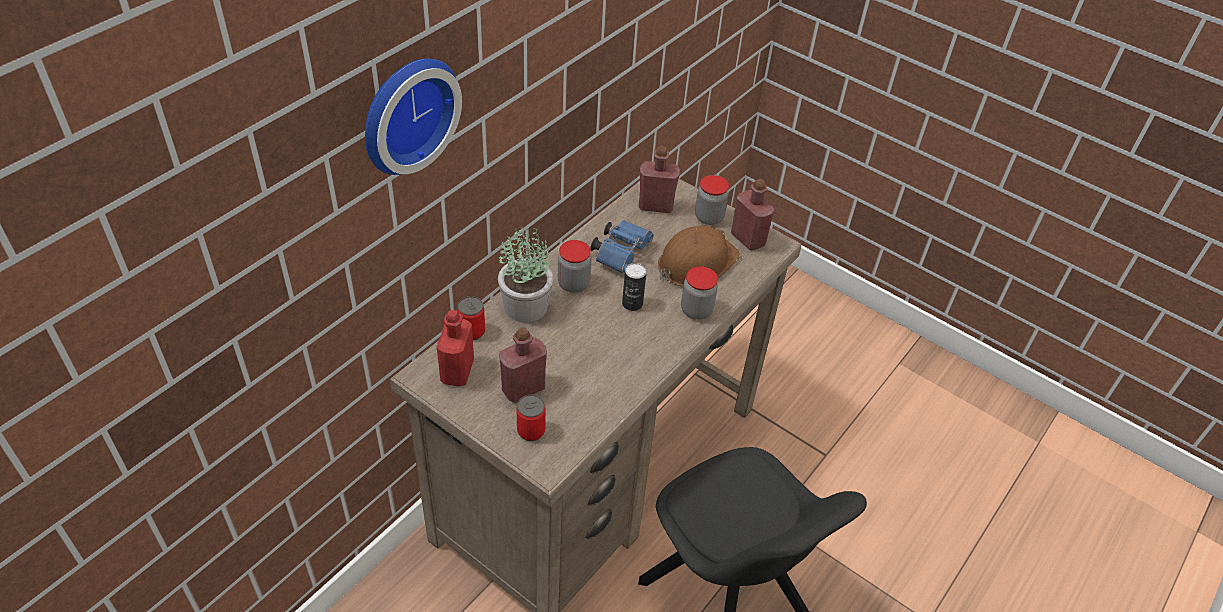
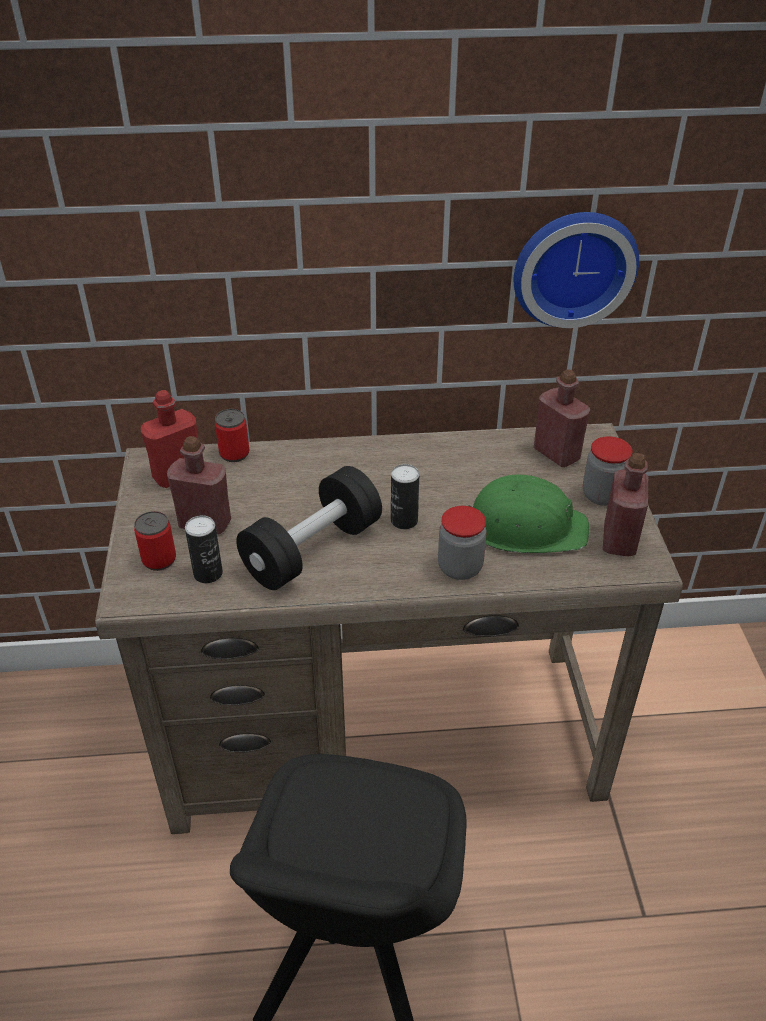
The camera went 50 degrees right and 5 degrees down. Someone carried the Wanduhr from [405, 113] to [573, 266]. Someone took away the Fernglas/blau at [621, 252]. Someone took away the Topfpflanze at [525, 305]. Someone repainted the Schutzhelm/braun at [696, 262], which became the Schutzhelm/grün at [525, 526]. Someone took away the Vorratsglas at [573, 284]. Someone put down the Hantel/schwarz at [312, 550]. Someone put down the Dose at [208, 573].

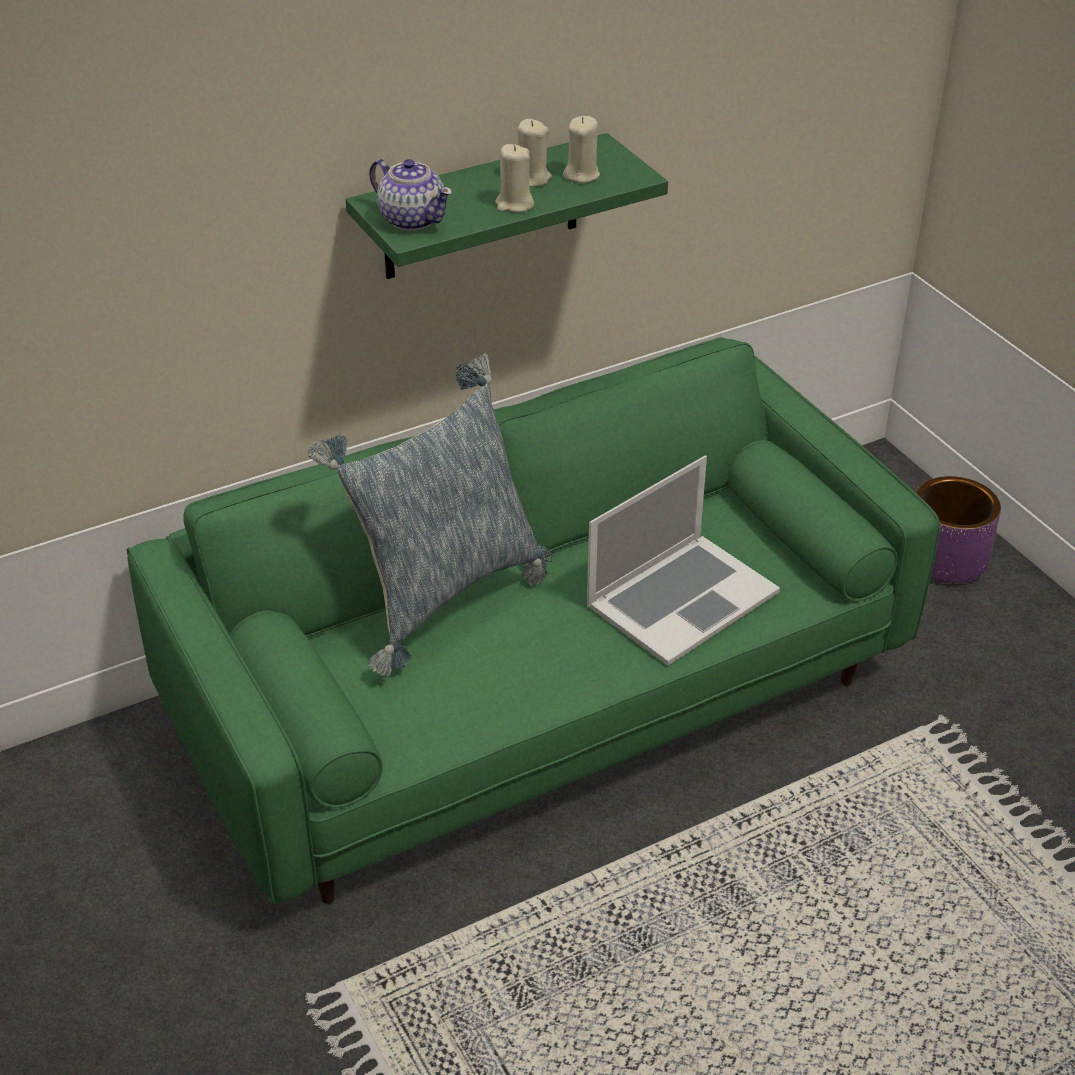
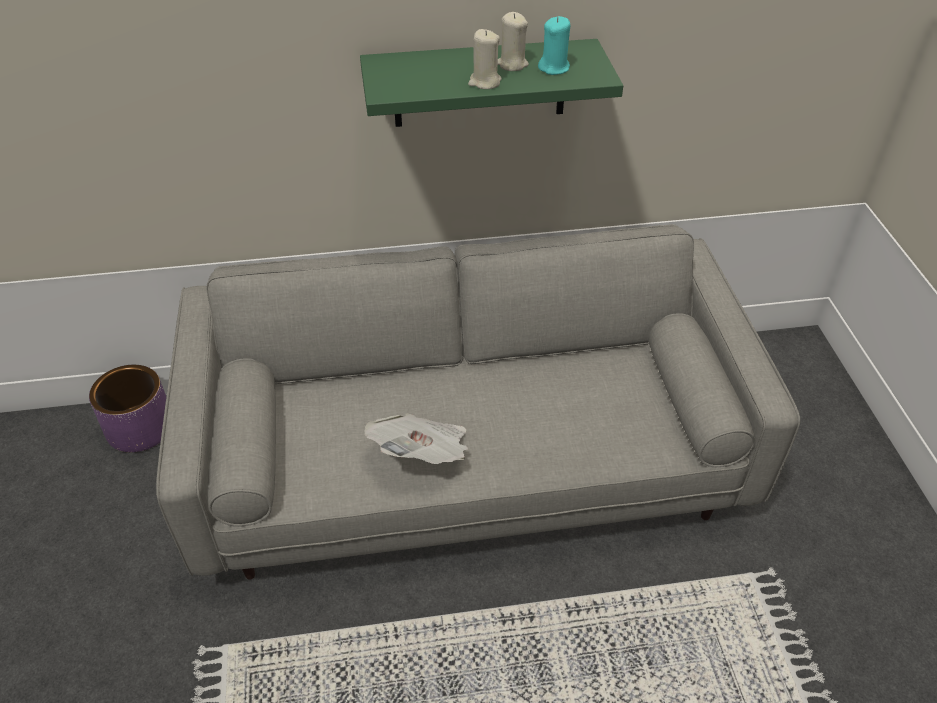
The camera went 20 degrees right and 5 degrees up. Someone repainted the Kerze/beige at [581, 175], which became the Kerze/türkis at [554, 68]. Someone took away the Teekanne at [412, 219]. Someone repainted the Sofa/grün at [538, 697], which became the Sofa/grau at [468, 462]. Someone took away the Kissen at [440, 606]. Someone took away the Laptop at [681, 598]. Someone carried the Pflanzkübel/lila from [945, 559] to [141, 428]. Someone put down the Zeitung at [423, 454].

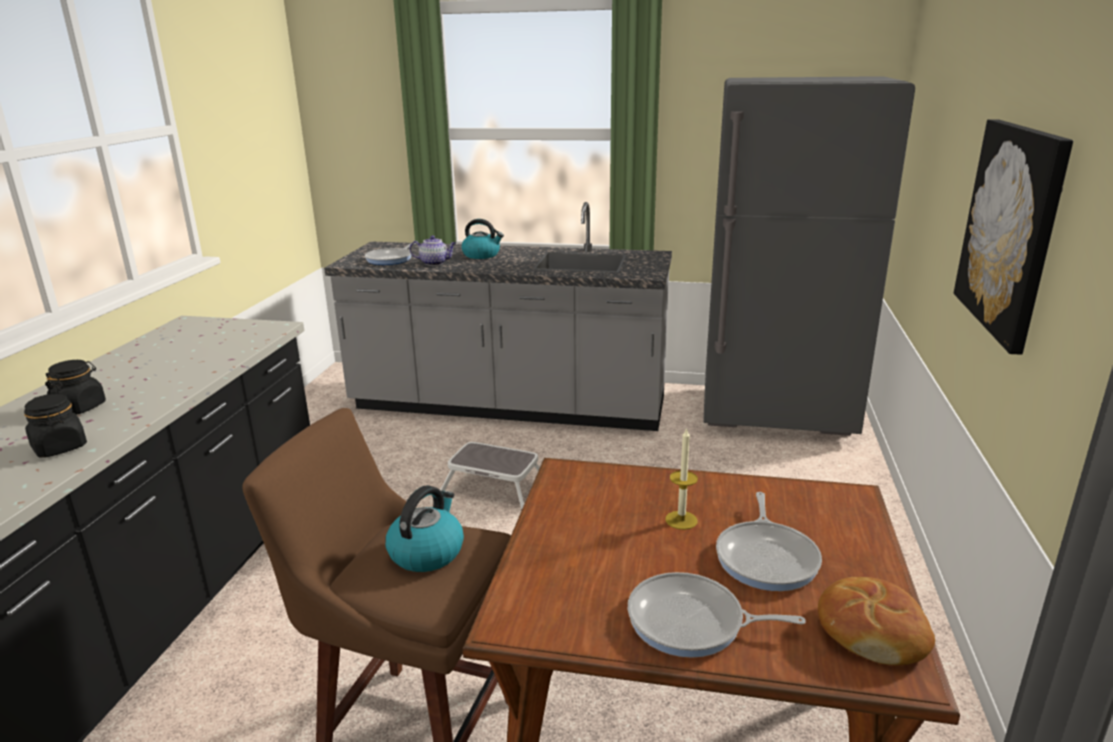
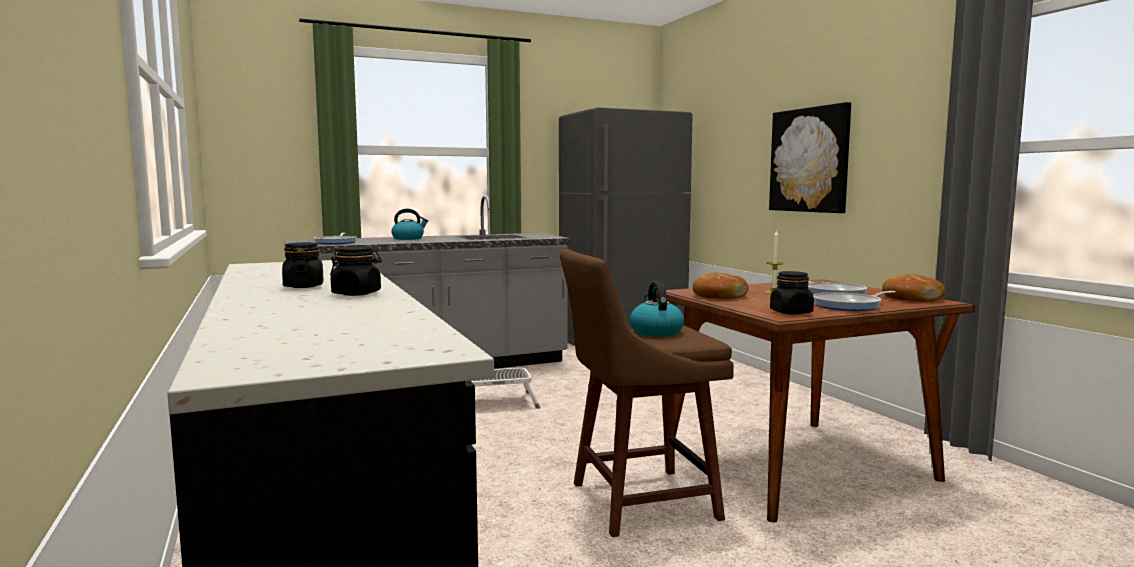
The camera went 35 degrees left and 15 degrees down. Someone took away the Teekanne at [435, 263]. Someone put down the Vorratsglas/schwarz at [791, 312]. Someone put down the Brot at [719, 296].

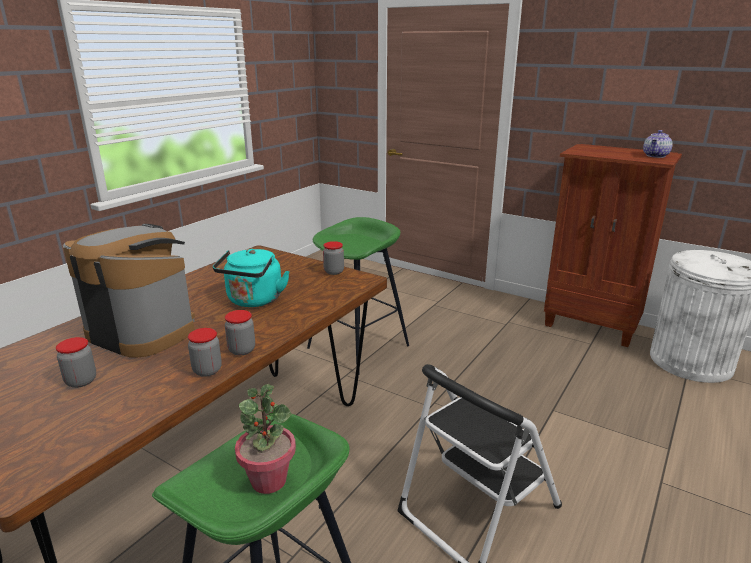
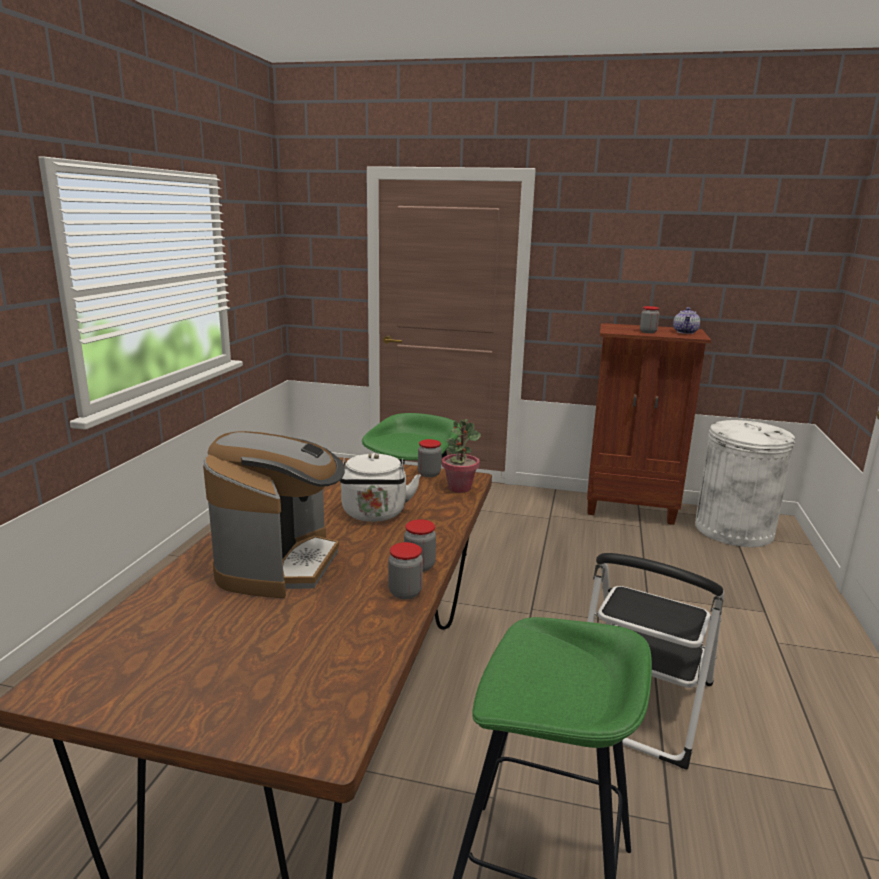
The camera went 20 degrees left and 5 degrees down. Someone rotated the Kaffeemaschine at [142, 331] by 90 degrees clockwise. Someone repainted the Wasserkessel/türkis at [254, 301], which became the Wasserkessel/weiß at [374, 514]. Someone carried the Vorratsglas from [81, 381] to [648, 332]. Someone carried the Topfpflanze from [269, 480] to [459, 488].

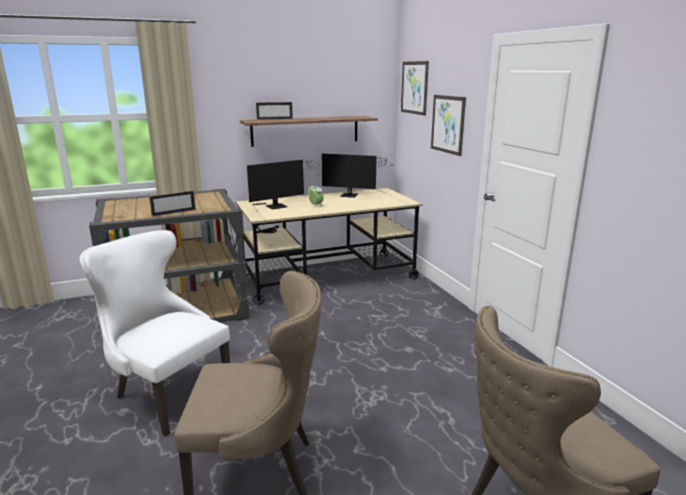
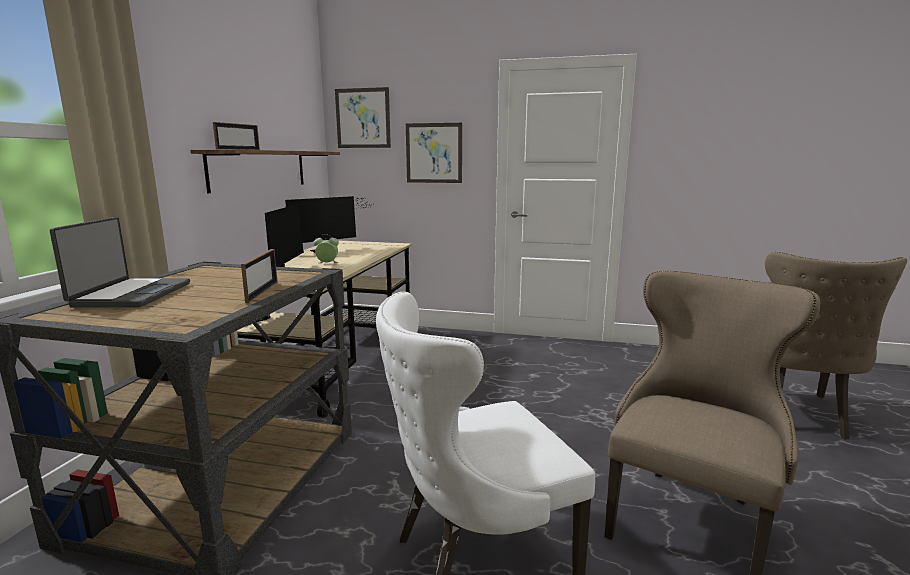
The camera went 55 degrees left and 5 degrees down. Someone put down the Laptop at [131, 294].

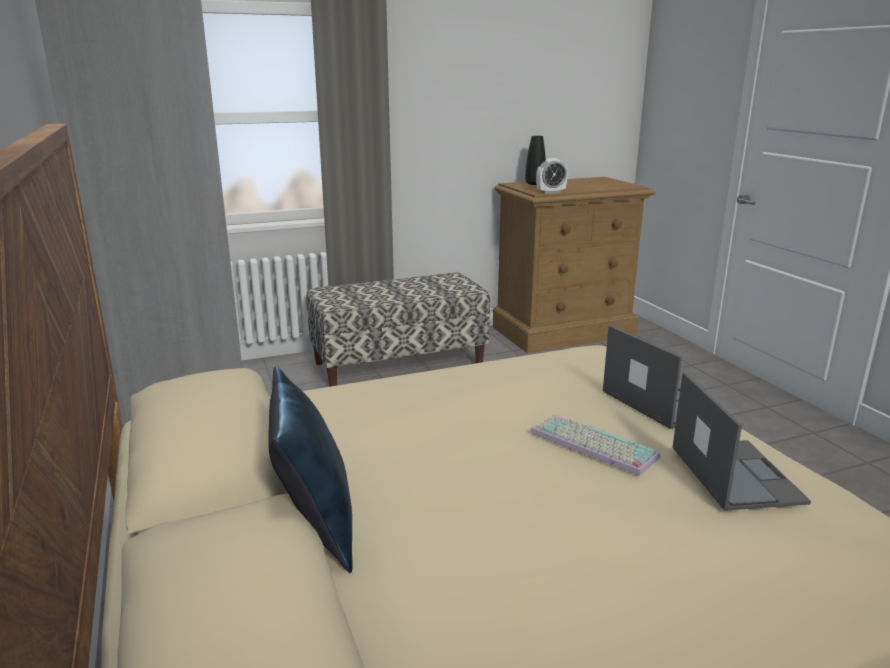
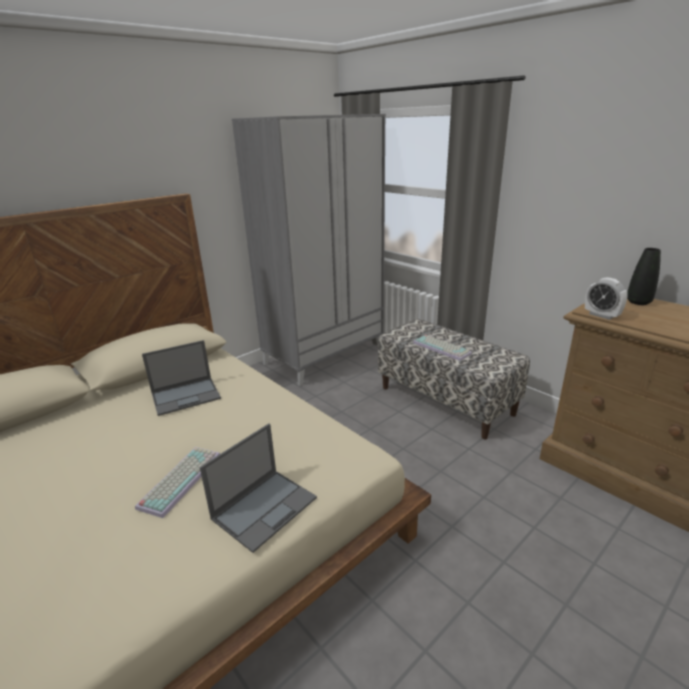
The camera went 70 degrees right and 5 degrees up. Someone took away the Kissen/blau at [315, 525]. Someone carried the Laptop from [734, 473] to [186, 396]. Someone put down the Tastatur at [443, 348].

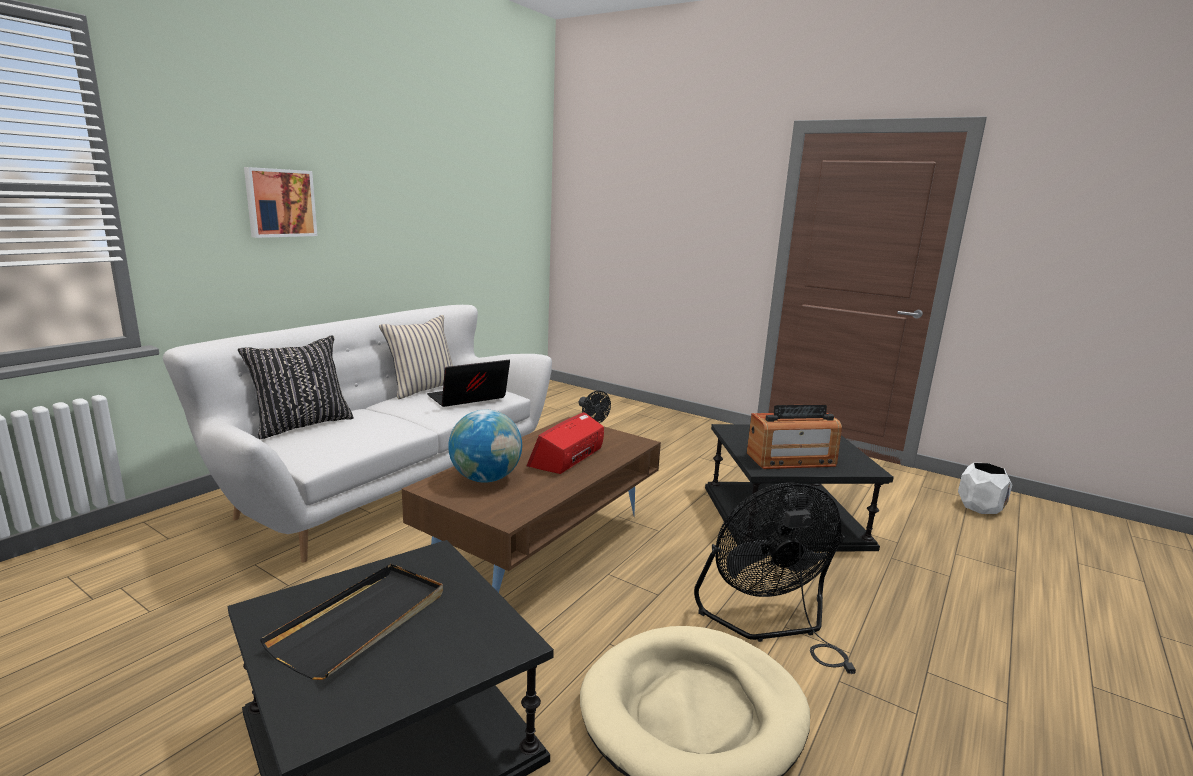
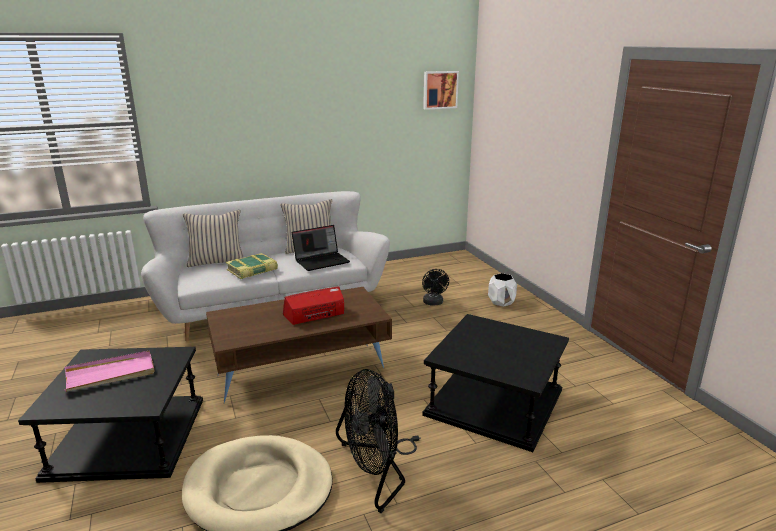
The camera went 35 degrees right and 5 degrees up. Someone carried the Bild from [280, 203] to [440, 90]. Someone repainted the Kissen/schwarz at [302, 425], which became the Kissen/beige at [216, 262]. Someone rotated the Laptop at [467, 399] by 150 degrees clockwise. Someone took away the Radio at [791, 460]. Someone took away the Globus at [486, 479]. Someone carried the Pflanzkübel/weiß from [980, 507] to [501, 302]. Someone rotated the Ventilator/schwarz at [779, 623] by 135 degrees counterclockwise. Someone repainted the Tablett/schwarz at [362, 622], which became the Tablett/rosa at [111, 374]. Someone put down the Buch at [252, 270].

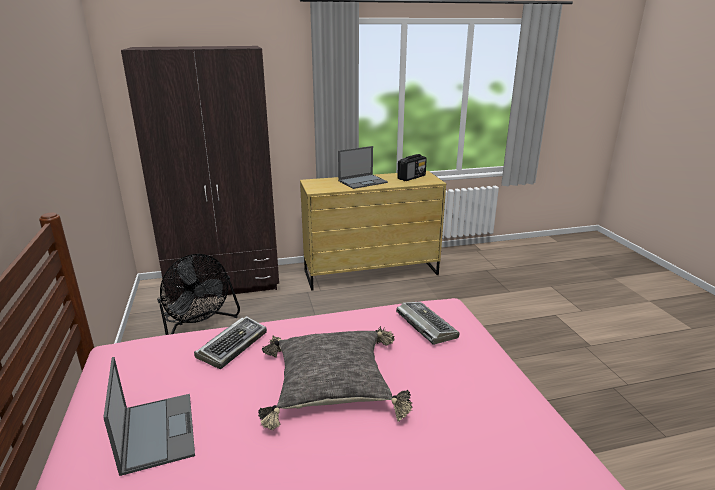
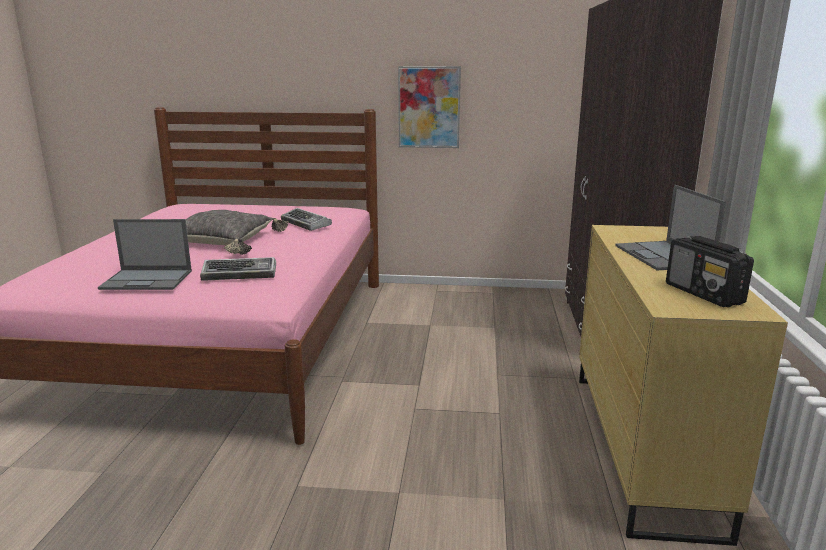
The camera went 110 degrees right and 5 degrees down. Someone took away the Ventilator/schwarz at [195, 324]. Someone carried the Laptop from [157, 431] to [148, 280]. Someone put up the Bild at [429, 107].

